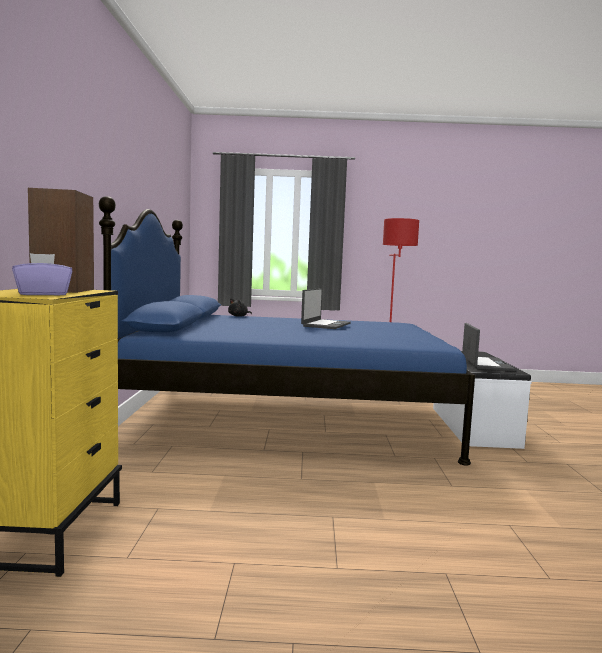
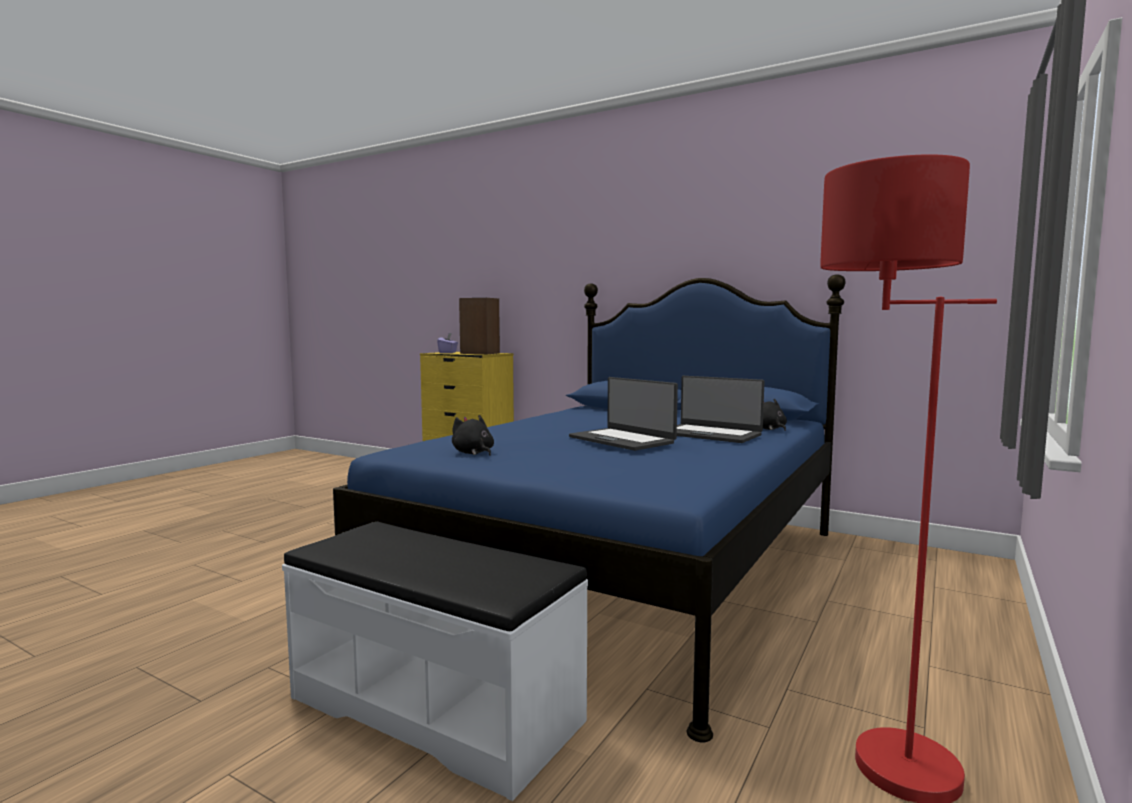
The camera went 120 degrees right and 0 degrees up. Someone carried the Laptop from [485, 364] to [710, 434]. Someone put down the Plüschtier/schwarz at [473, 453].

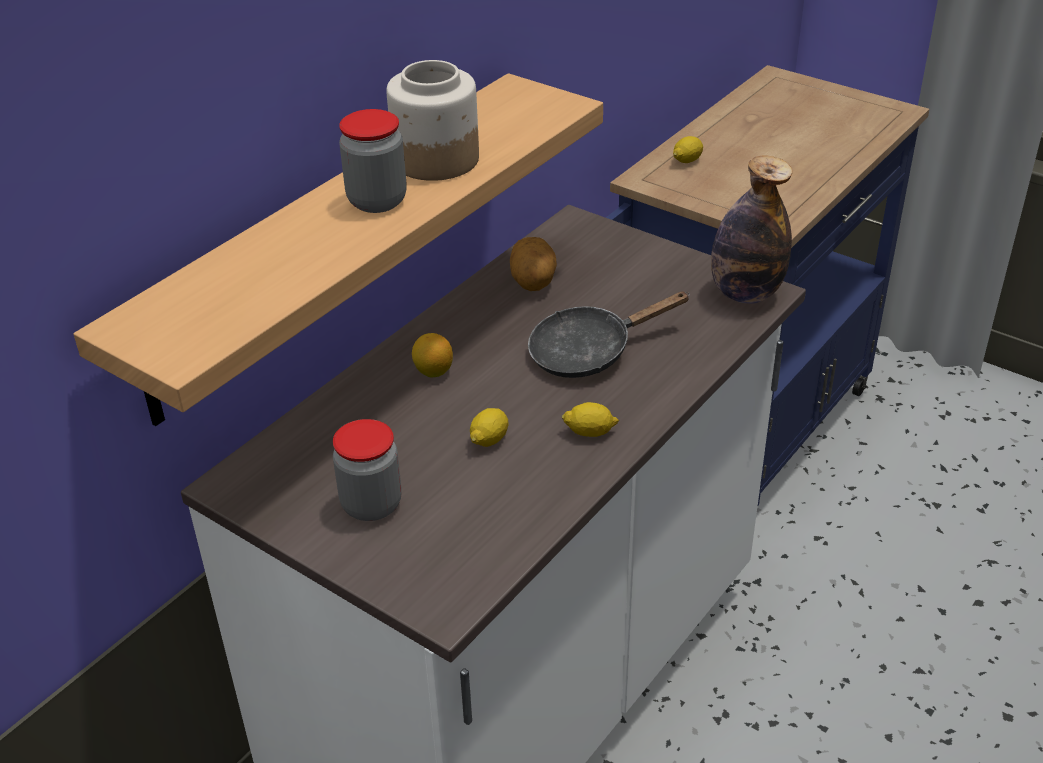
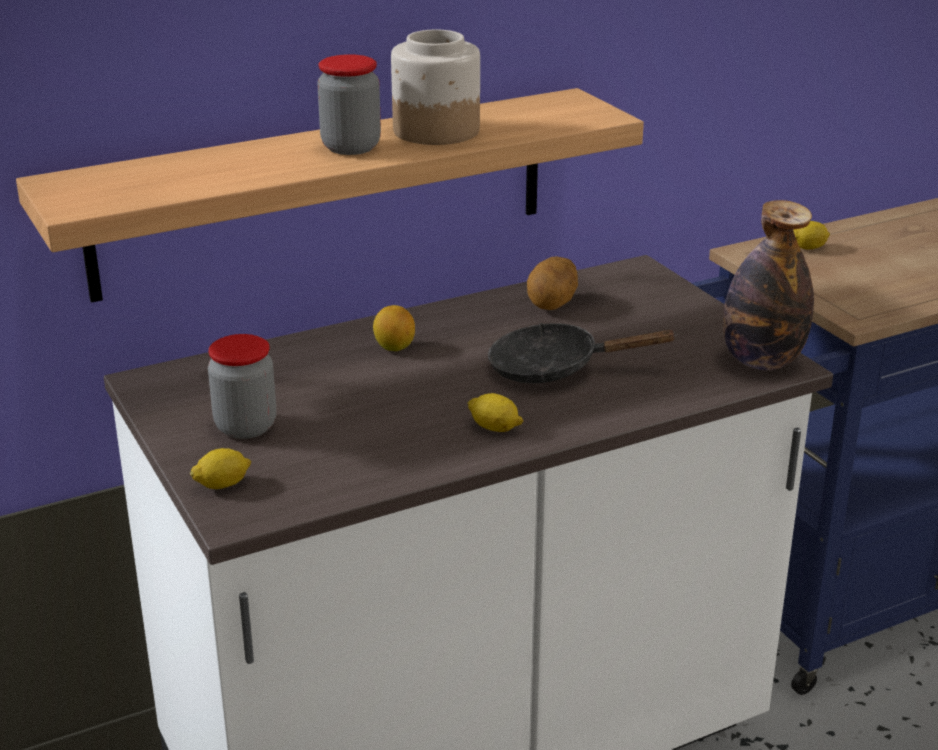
The camera went 25 degrees right and 10 degrees down. Someone carried the Zitrone from [489, 439] to [223, 484].

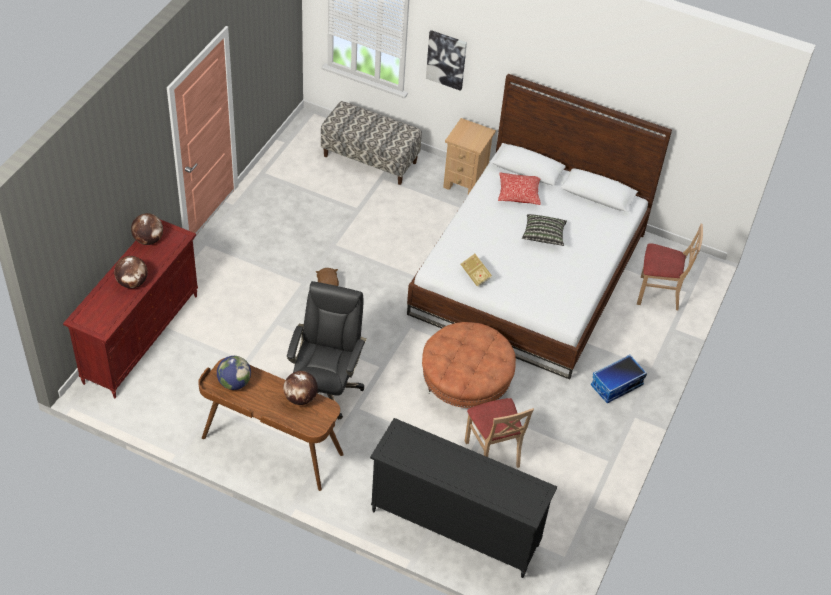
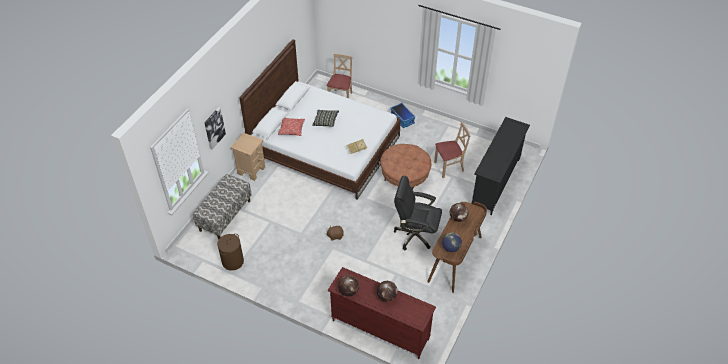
The camera went 85 degrees left and 0 degrees up. Someone put down the Wäschekorb/braun at [232, 262].

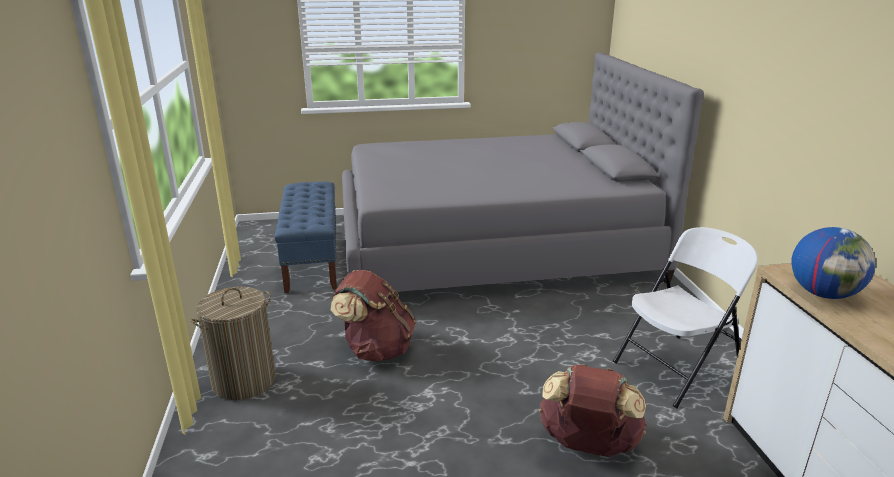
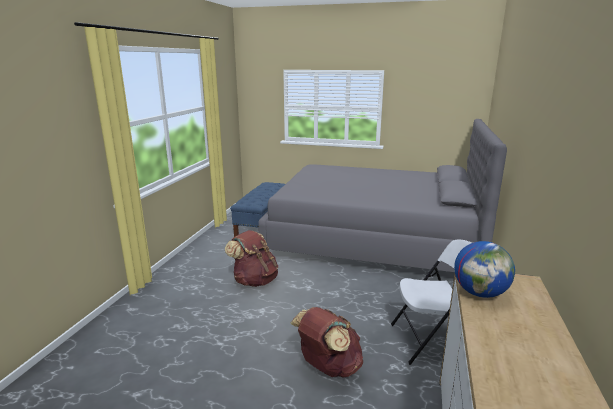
The camera went 25 degrees right and 5 degrees down. Someone took away the Wäschekorb at [244, 381].

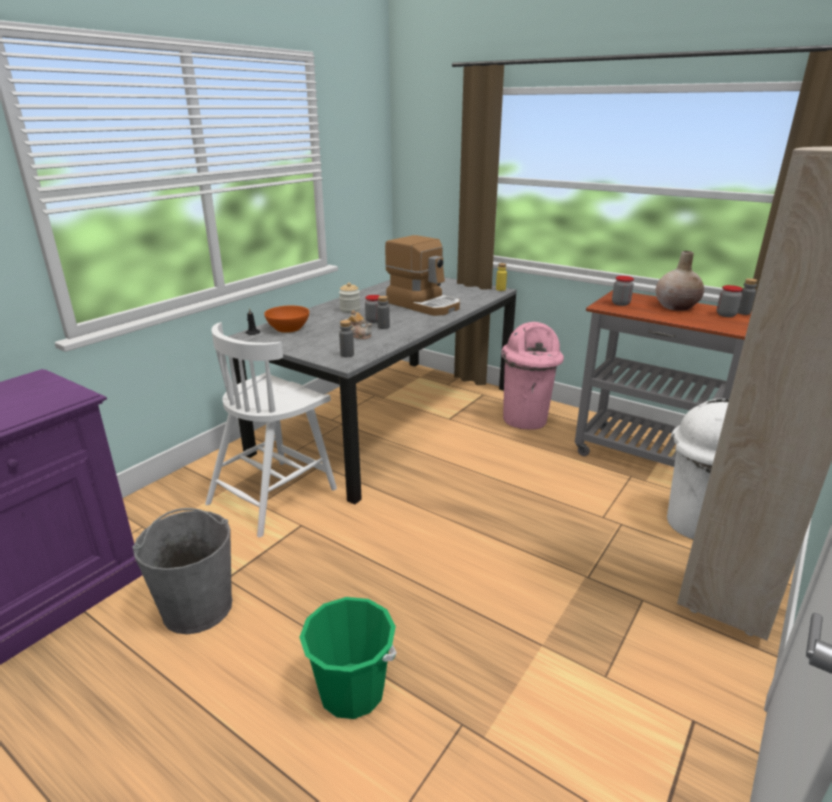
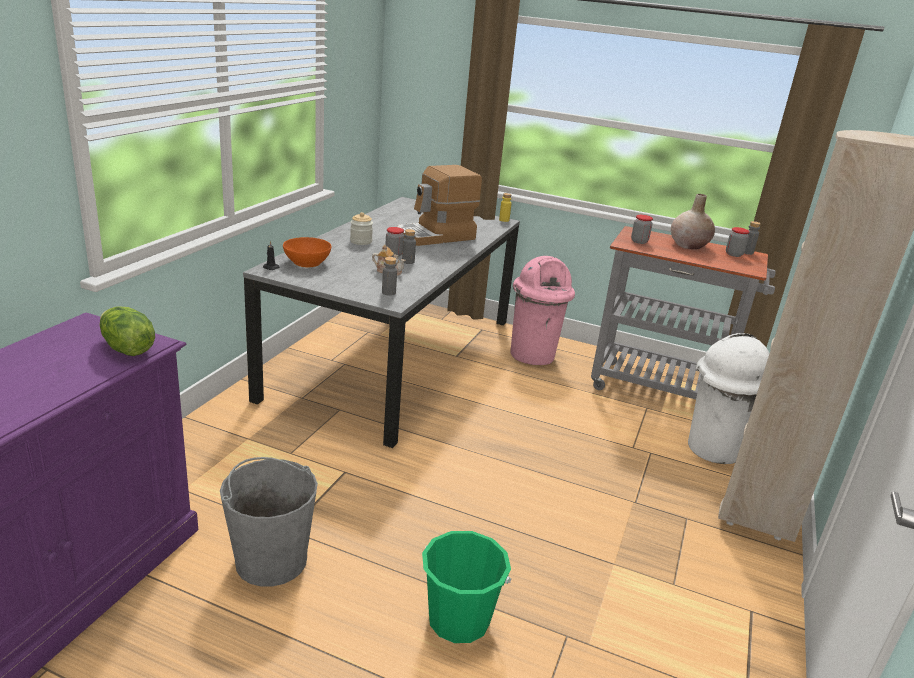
The camera went 15 degrees left and 0 degrees up. Someone rotated the Kaffeemaschine at [424, 304] by 120 degrees clockwise. Someone took away the Stuhl/weiß at [274, 494]. Someone put down the Salatkopf at [127, 349].

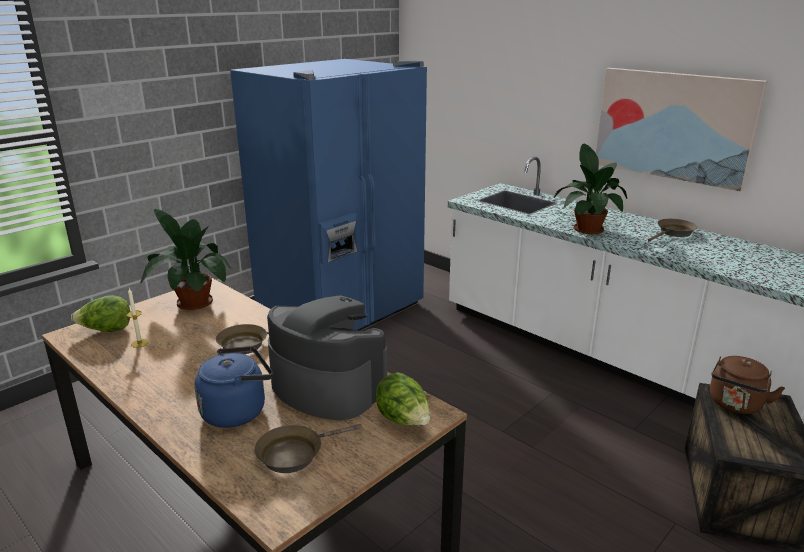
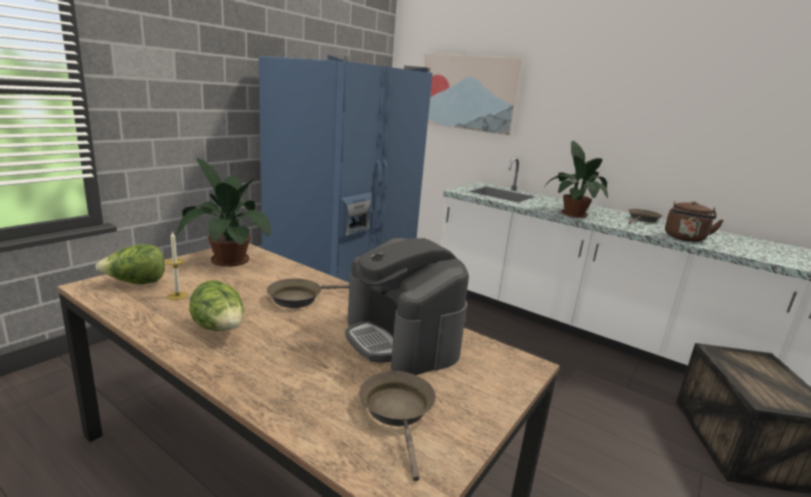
The camera went 10 degrees left and 5 degrees down. Someone carried the Bild from [673, 126] to [468, 93]. Someone rotated the Kaffeemaschine at [327, 386] by 150 degrees counterclockwise. Someone took away the Wasserkessel/blau at [237, 411]. Someone carried the Wasserkessel/braun from [735, 405] to [685, 238]. Someone carried the Salatkopf from [404, 420] to [220, 329]. Someone rotated the Pfanne/braun at [295, 454] by 120 degrees clockwise.

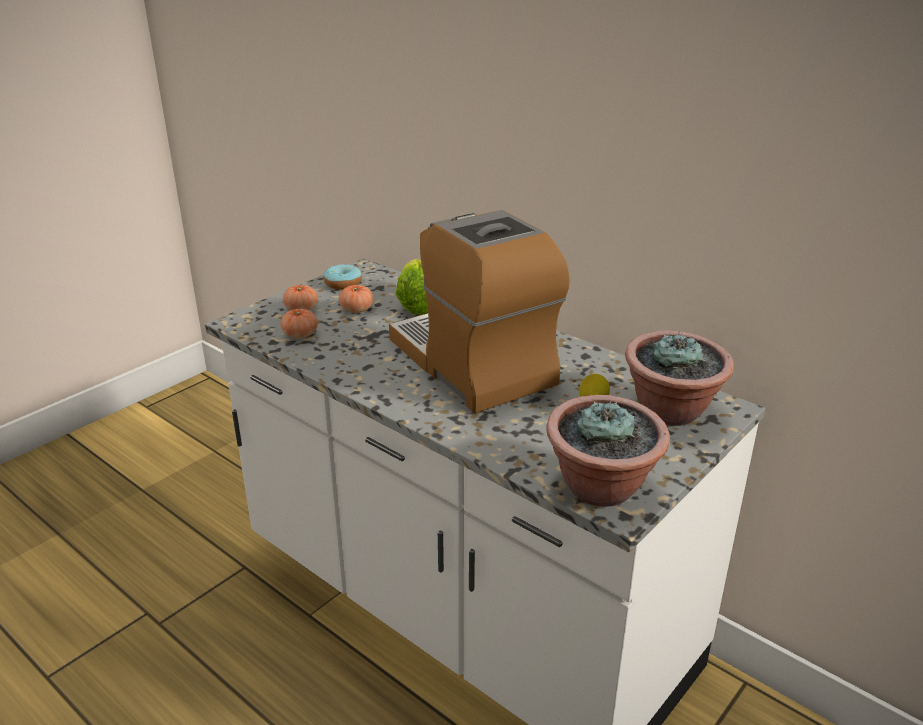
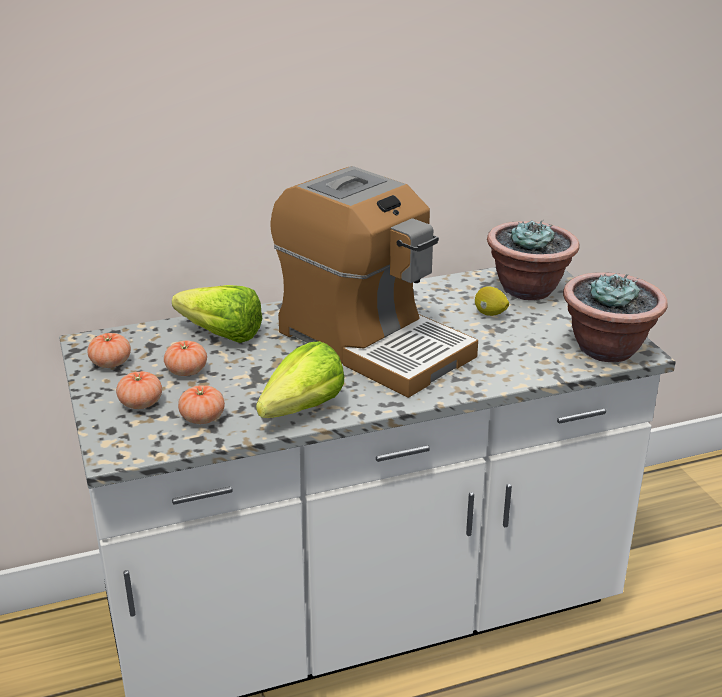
The camera went 60 degrees left and 0 degrees up. Someone rotated the Kaffeemaschine at [473, 363] by 135 degrees counterclockwise. Someone swapped the Donut at [343, 283] for the Tomate at [111, 363]. Someone put down the Salatkopf at [295, 413].

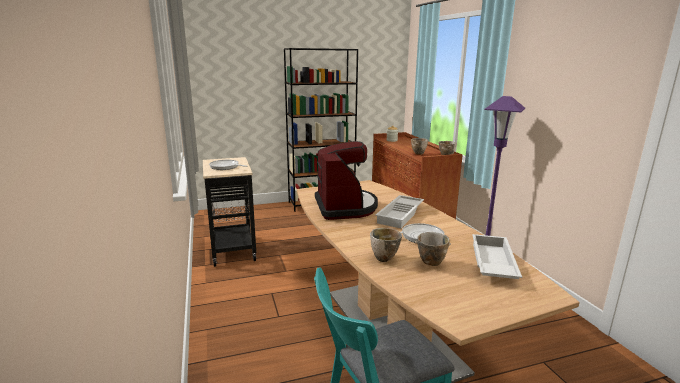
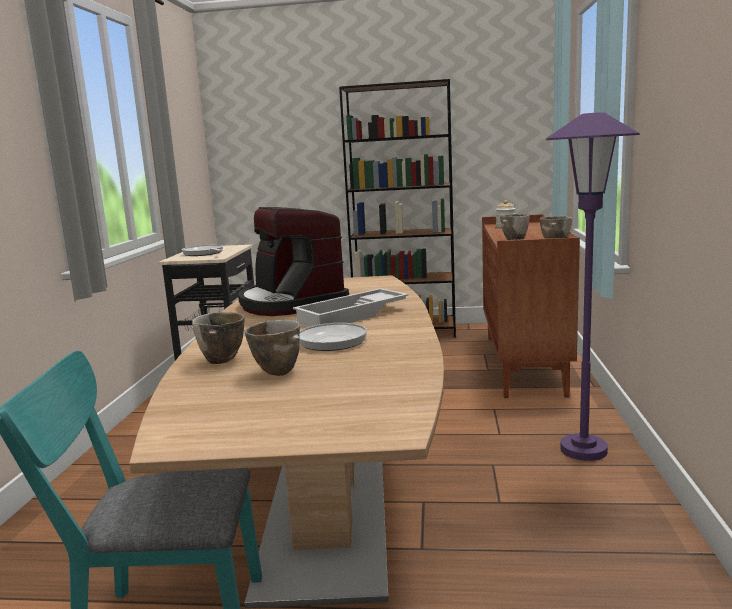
The camera went 25 degrees right and 5 degrees down. Someone rotated the Kaffeemaschine at [345, 207] by 135 degrees clockwise. Someone took away the Tablett/weiß at [491, 263].

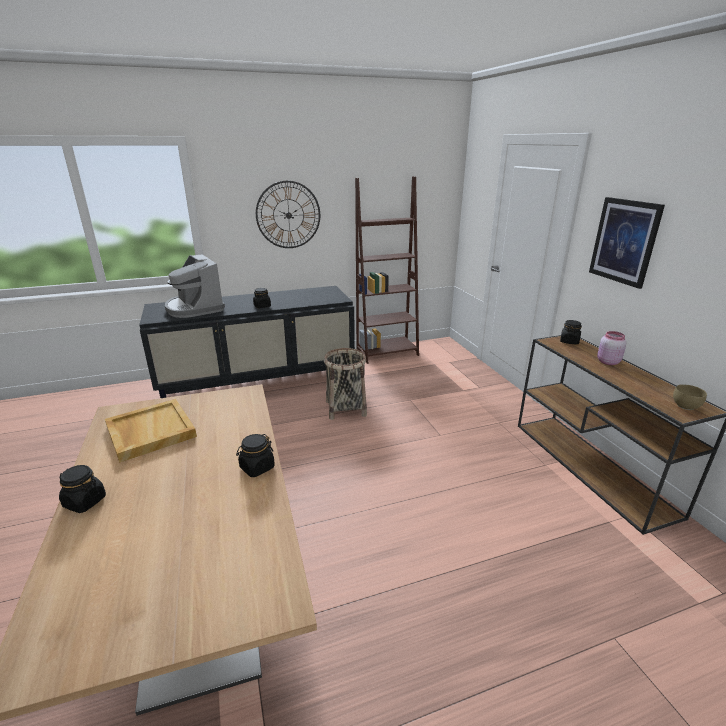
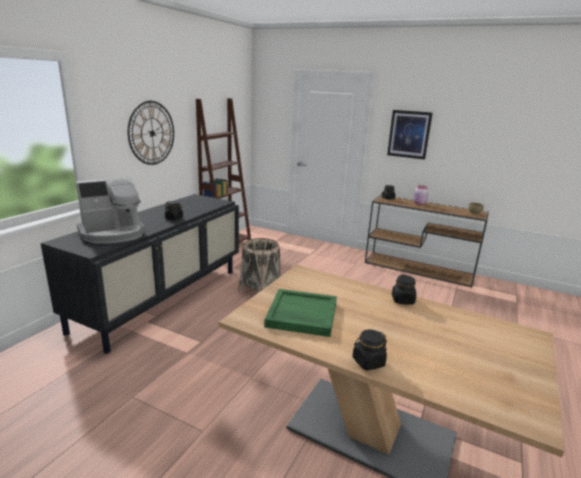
The camera went 45 degrees left and 5 degrees down. Someone rotated the Kaffeemaschine at [195, 308] by 45 degrees counterclockwise. Someone repainted the Tablett/beige at [150, 431], which became the Tablett/grün at [301, 315].

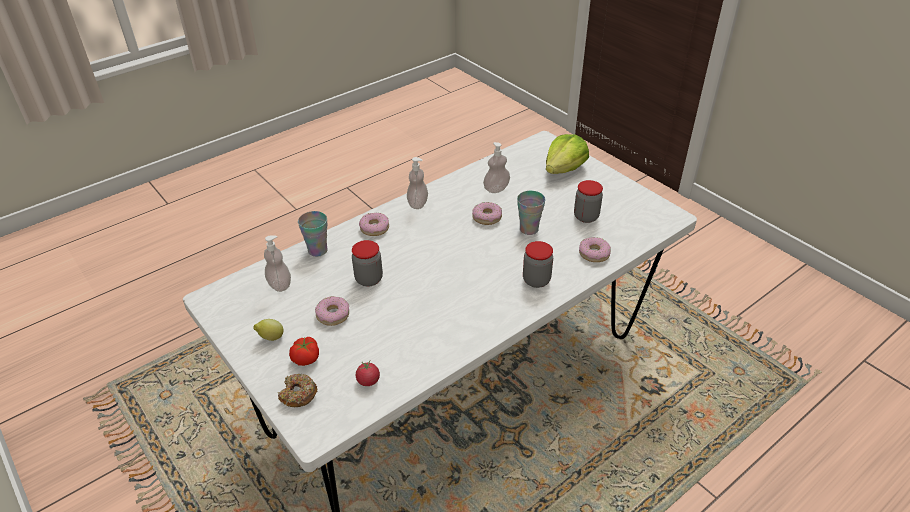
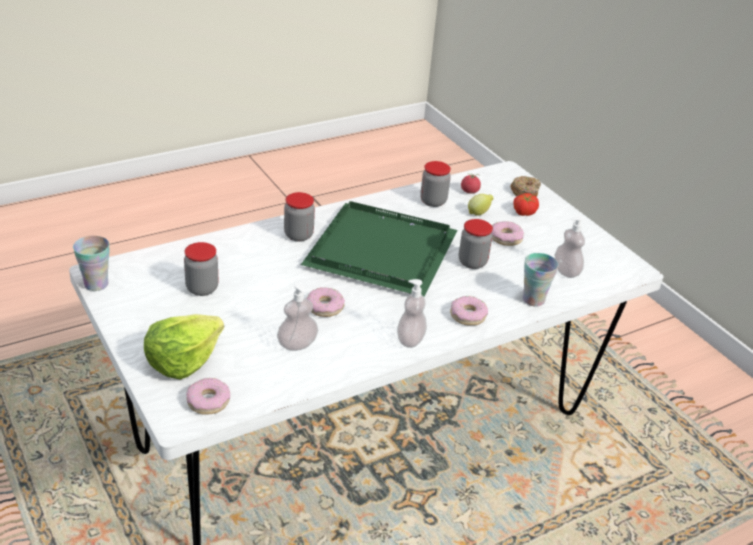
The camera went 175 degrees left and 5 degrees down. Someone carried the Tasse from [529, 229] to [96, 284]. Someone carried the Donut from [594, 253] to [208, 401]. Someone carried the Zitrone from [271, 338] to [479, 213]. Someone put down the Vorratsglas at [433, 201]. Someone put down the Tablett/grün at [384, 251].

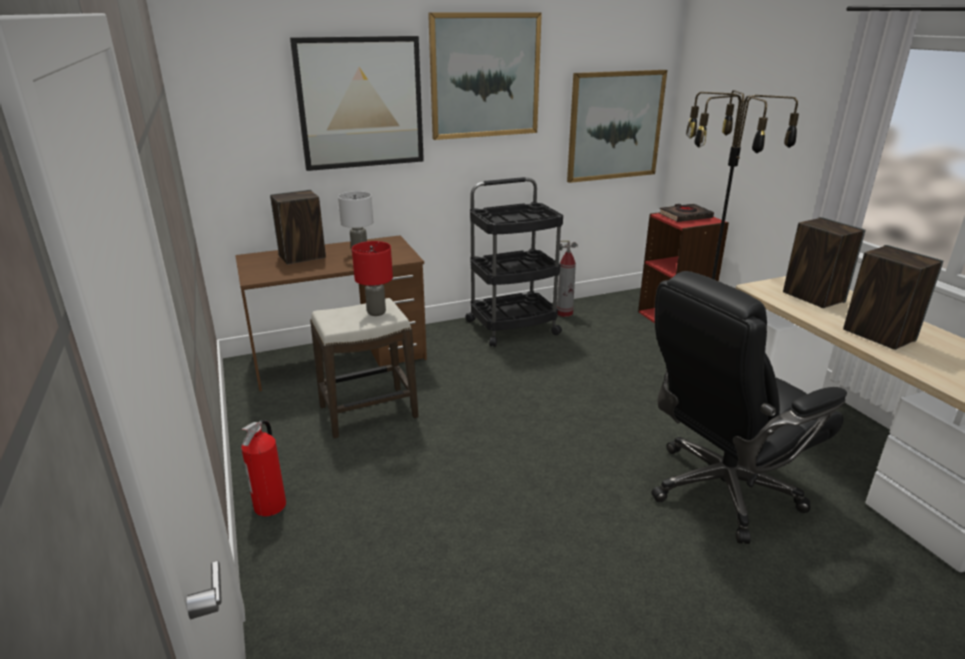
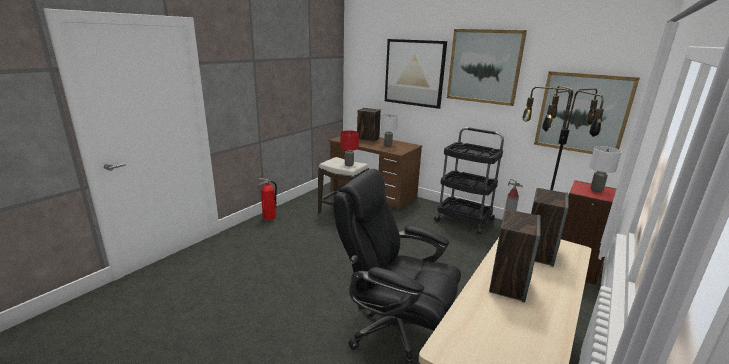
The camera went 55 degrees right and 5 degrees down. Someone swapped the Buch/schwarz at [685, 216] for the Tischlampe/weiß at [596, 190].

